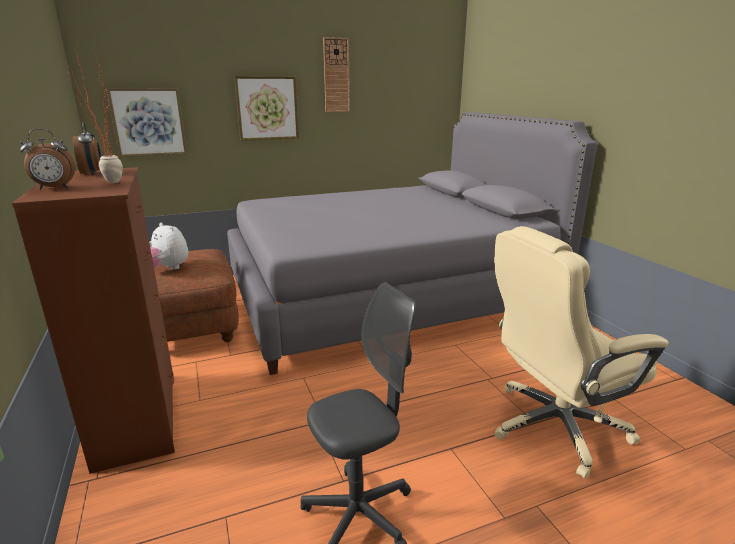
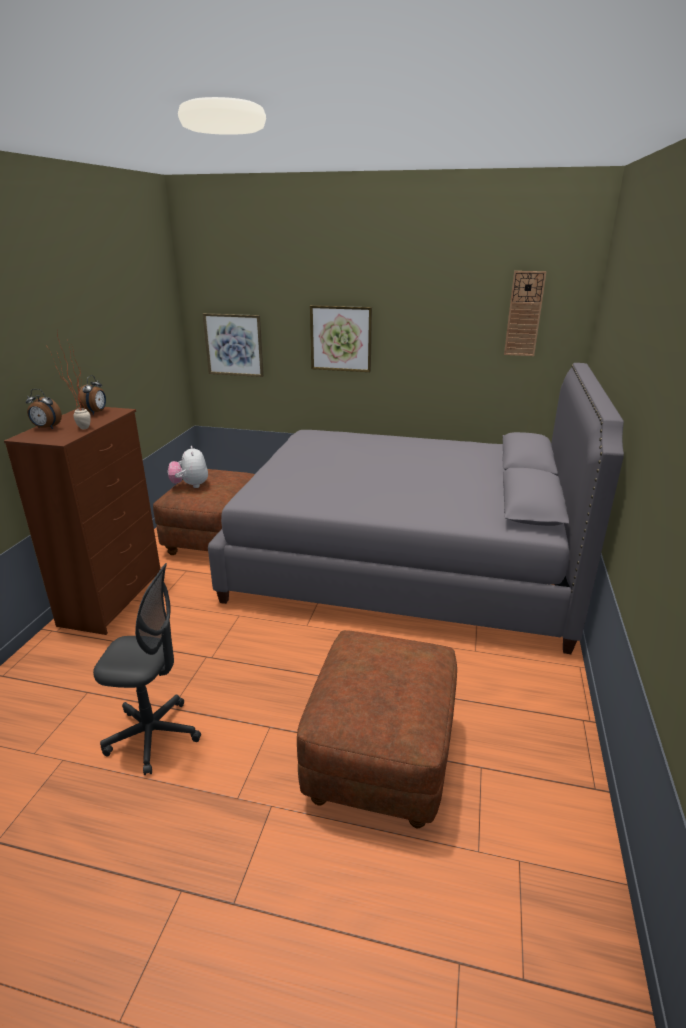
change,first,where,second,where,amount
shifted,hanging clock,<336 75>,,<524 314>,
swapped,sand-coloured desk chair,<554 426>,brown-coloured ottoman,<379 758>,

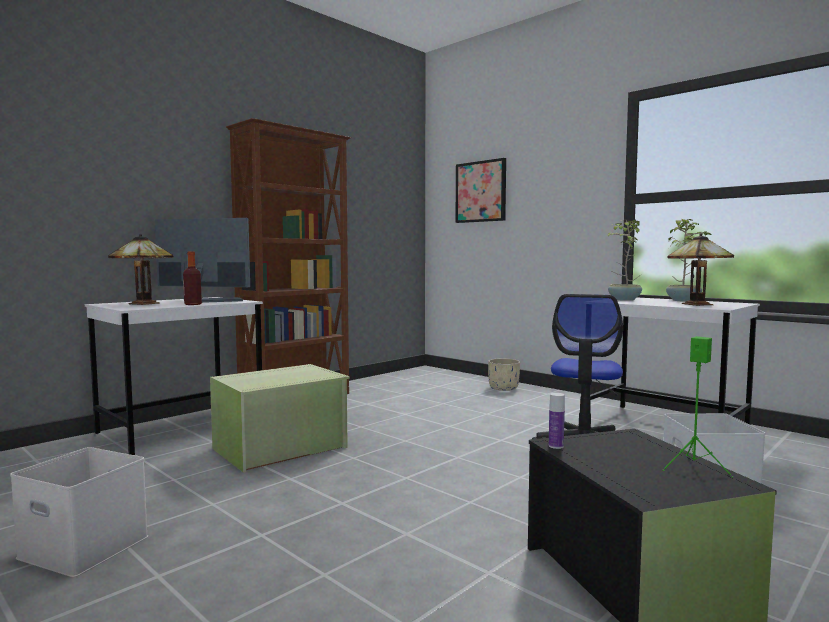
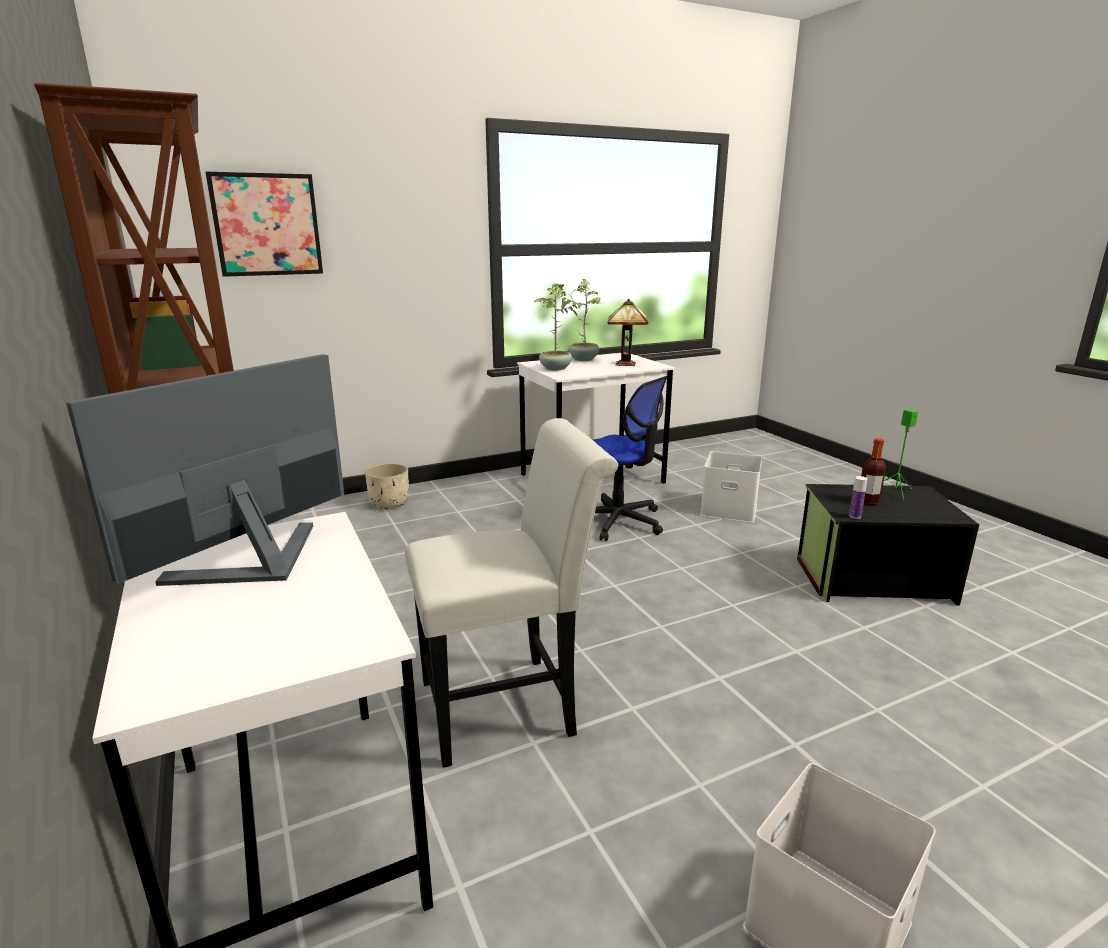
change,first,where,second,where,amount
gone,table lamp,<143 304>,,,
shifted,beverage bottle,<192 304>,,<868 501>,
swapped,green storage container,<282 448>,white plain chair,<509 705>,

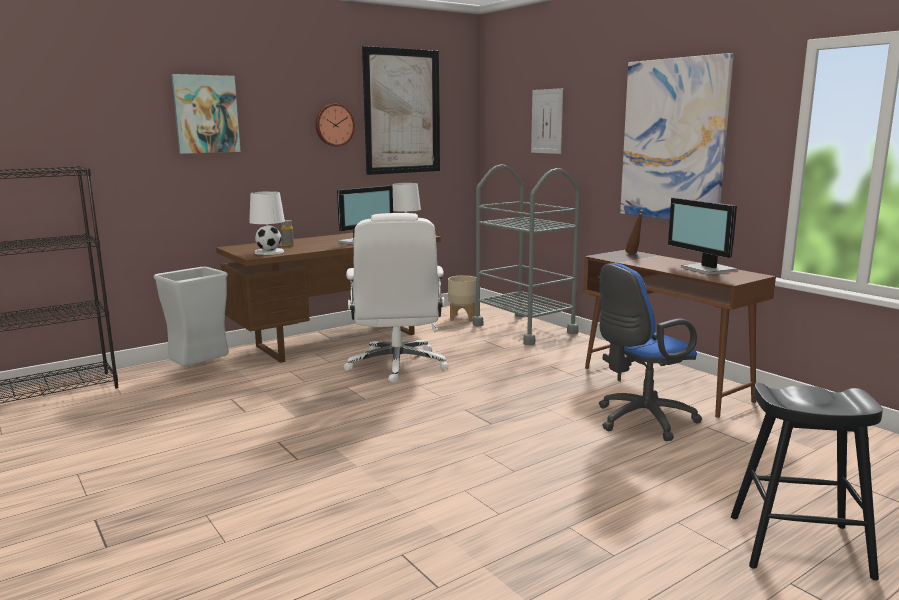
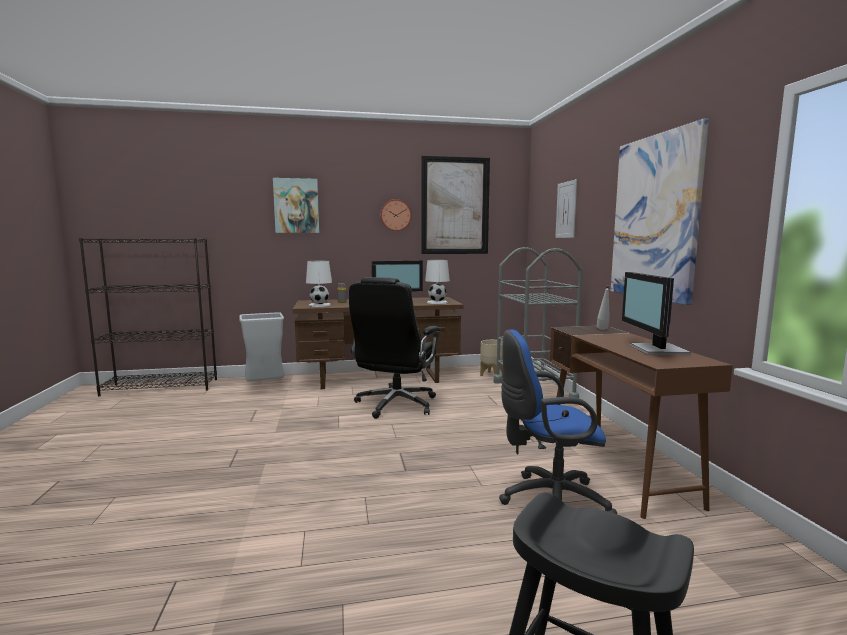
change,first,where,second,where,amount
repainted,white desk chair,<397 365>,black-coloured desk chair,<395 405>,
repainted,brown-coloured beverage bottle,<634 254>,white beverage bottle,<603 329>,

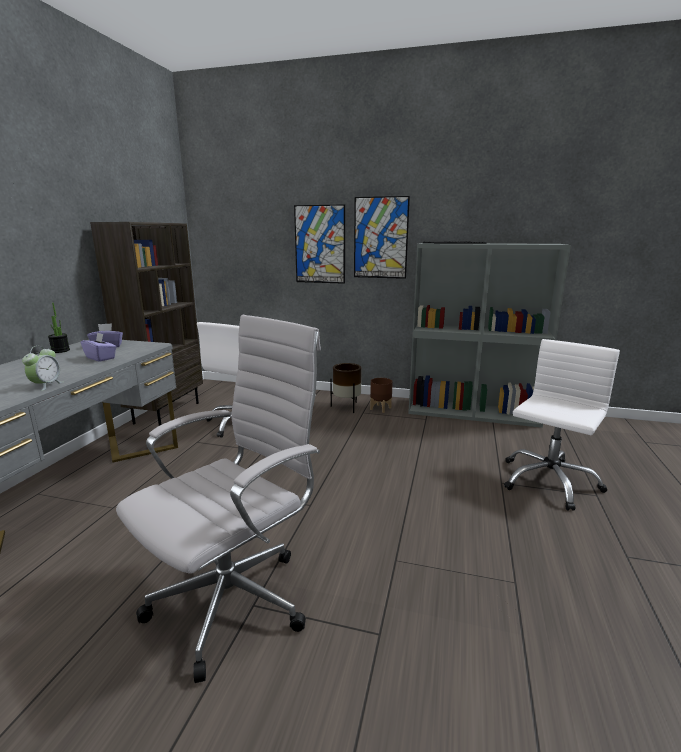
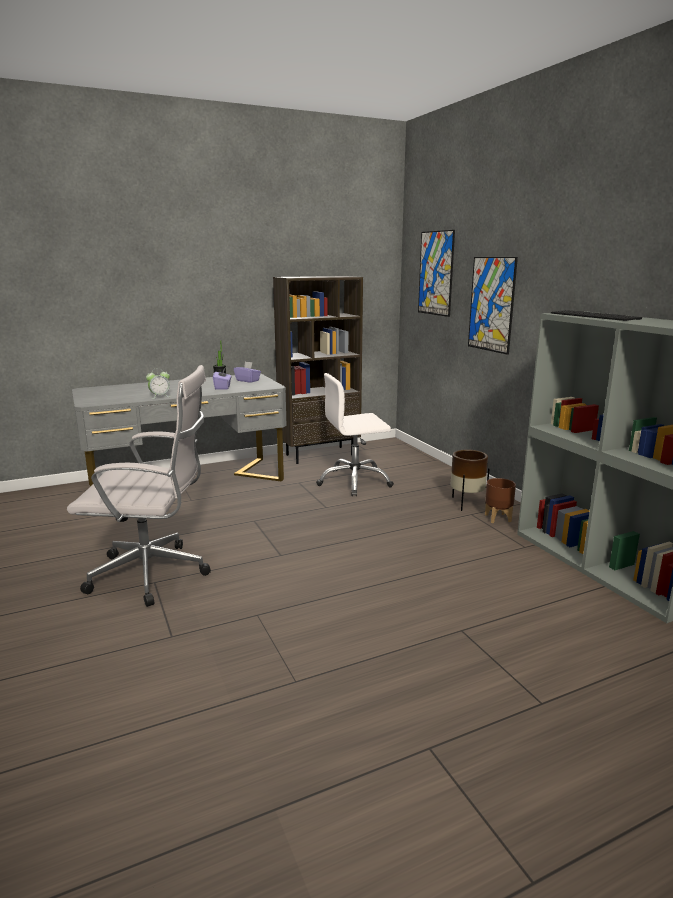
change,first,where,second,where,amount
gone,white desk chair,<548 481>,,,
shifted,picture,<380 238>,,<436 273>,

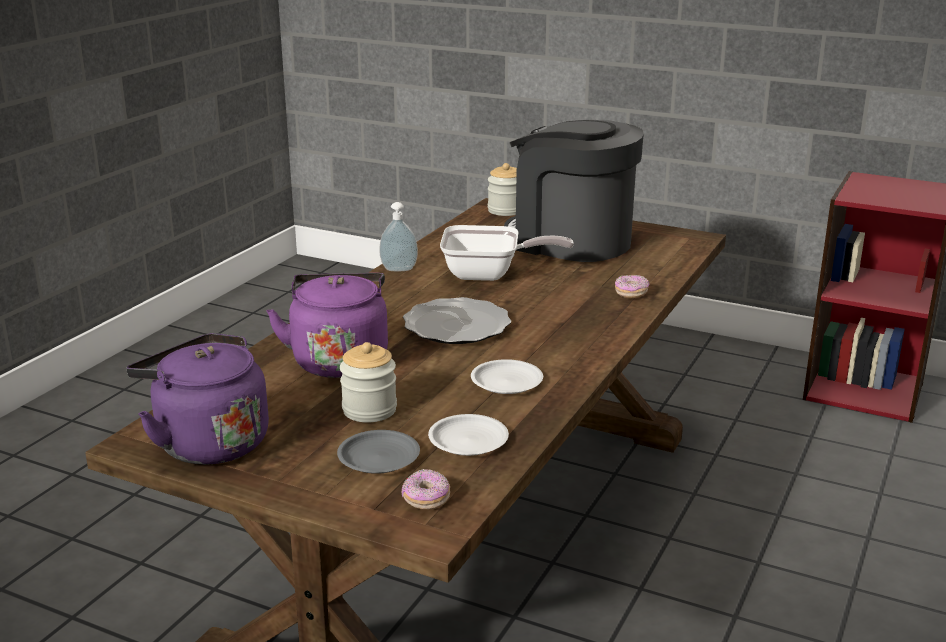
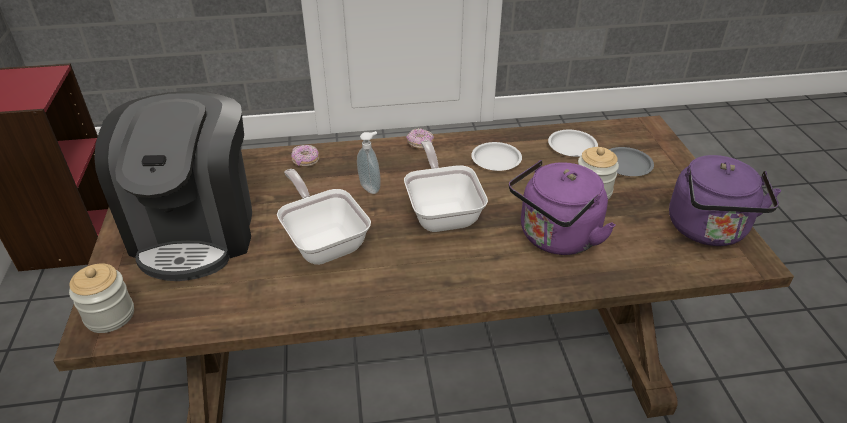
change,first,where,second,where,amount
shifted,soap bottle,<399 270>,,<371 187>,
shifted,ring doughnut,<426 499>,,<420 144>,
swapped,plate,<457 326>,pan,<442 212>,

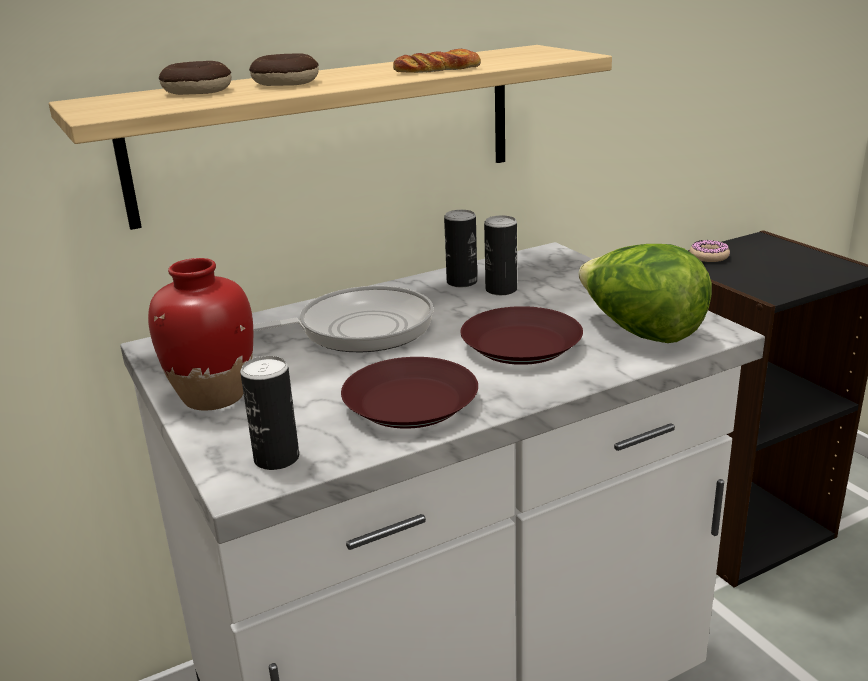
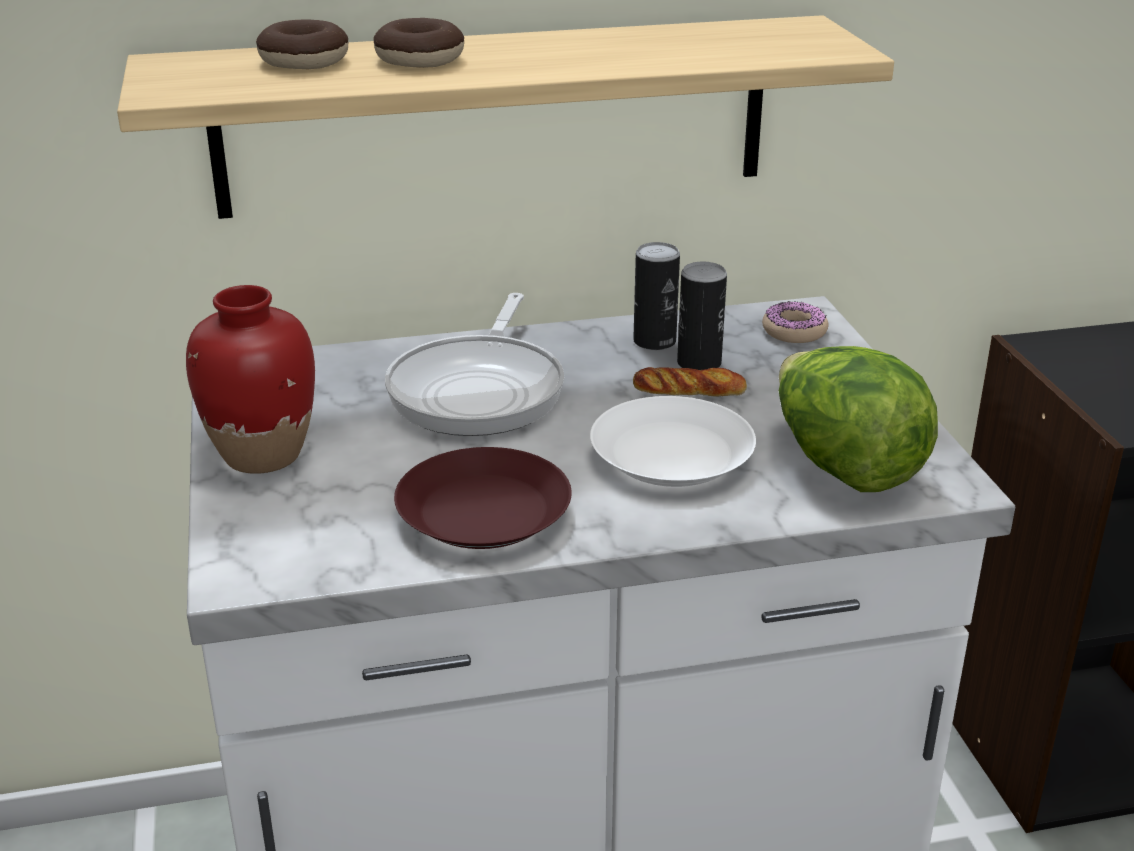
change,first,where,second,where,amount
gone,can,<276 458>,,,
shifted,bread,<437 70>,,<689 390>,
shifted,ring doughnut,<709 256>,,<794 331>,
repainted,brown-coloured plate,<521 346>,white plate,<671 456>,
rotated,pan,<357 329>,,<480 390>,105 degrees clockwise

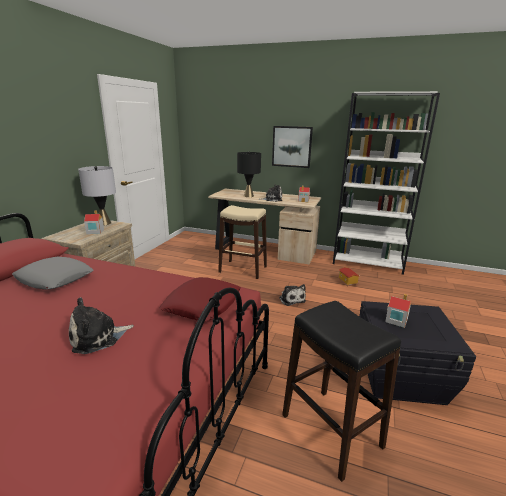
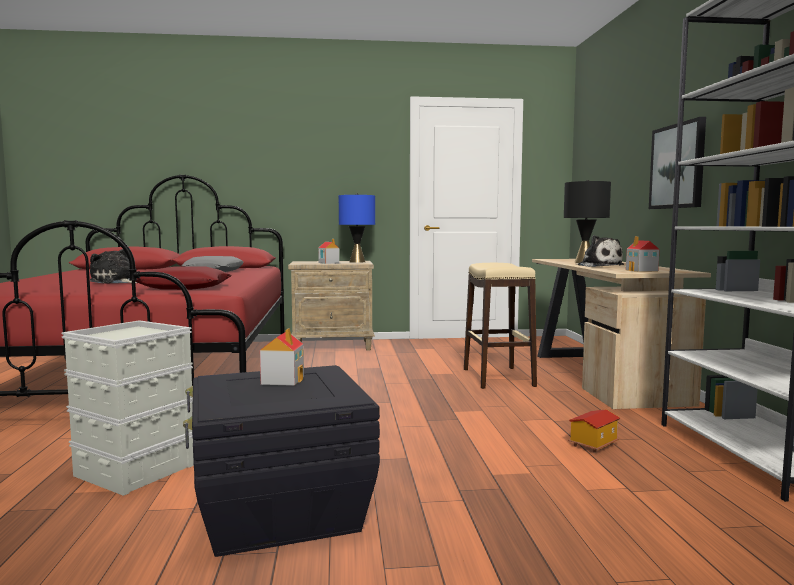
change,first,where,second,where,amount
gone,soft toy,<291 299>,,,
swapped,black-coloured stool seat,<330 430>,gray storage container,<135 469>,
repainted,gray table lamp,<104 223>,blue table lamp,<357 262>,

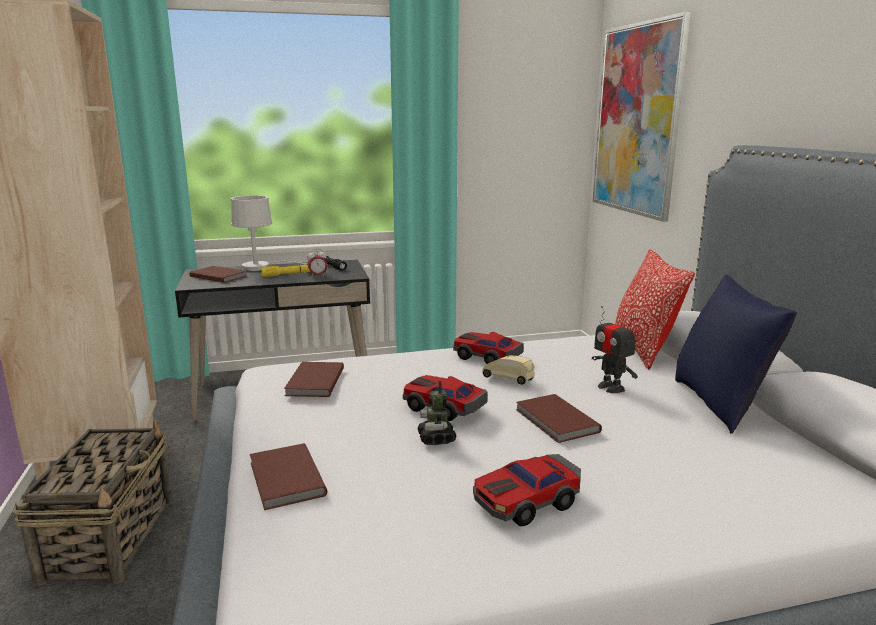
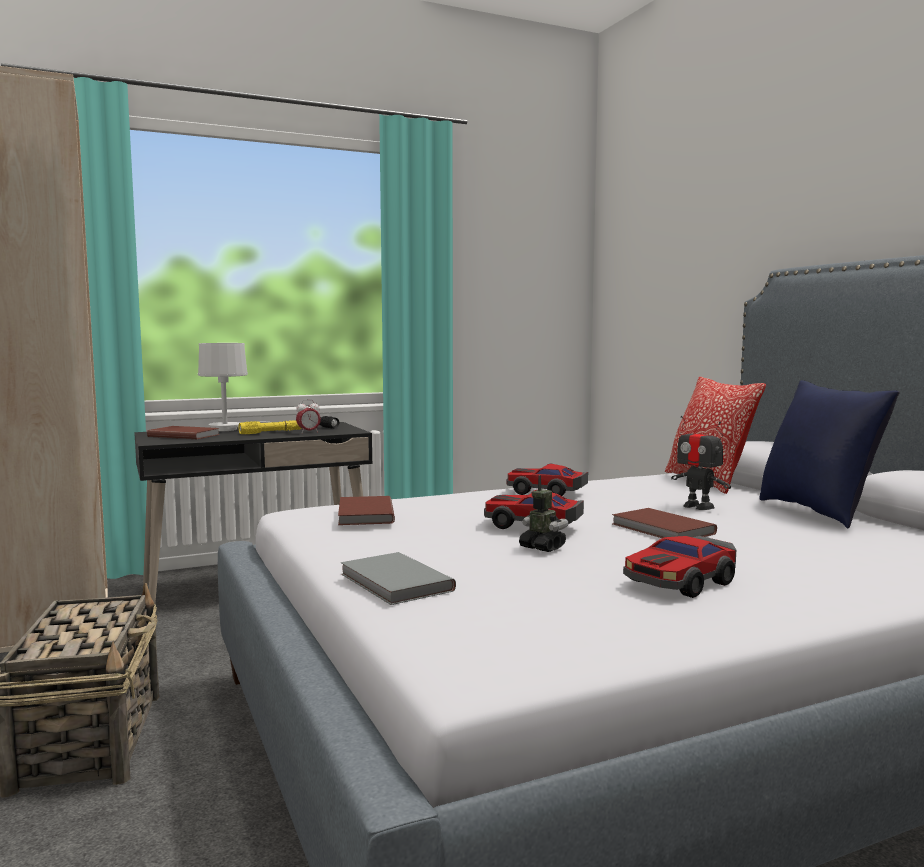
change,first,where,second,where,amount
gone,sand-coloured model car,<508 379>,,,
gone,picture,<636 120>,,,
repainted,brown-coloured volume,<284 480>,gray volume,<394 583>,
rotated,toy robot,<436 439>,,<542 547>,150 degrees clockwise

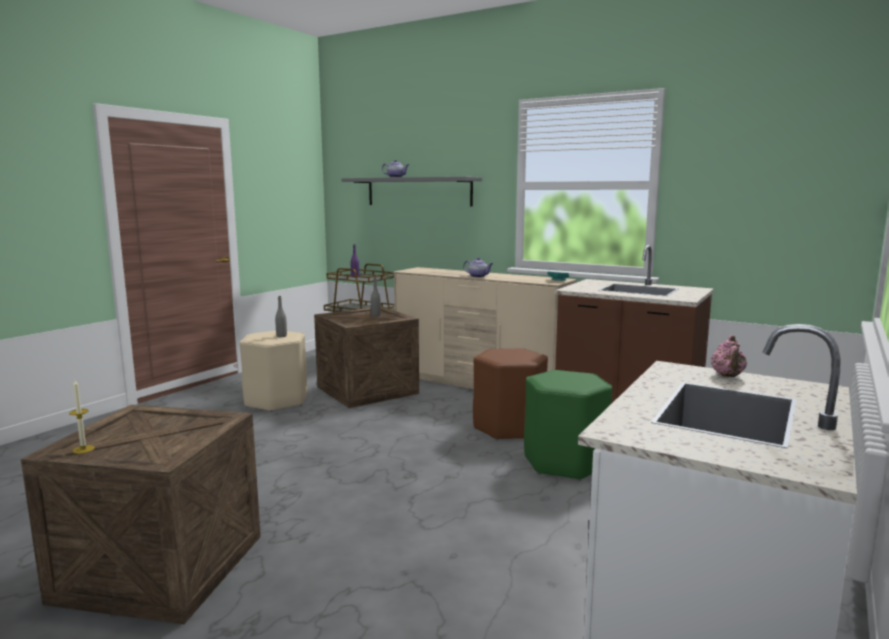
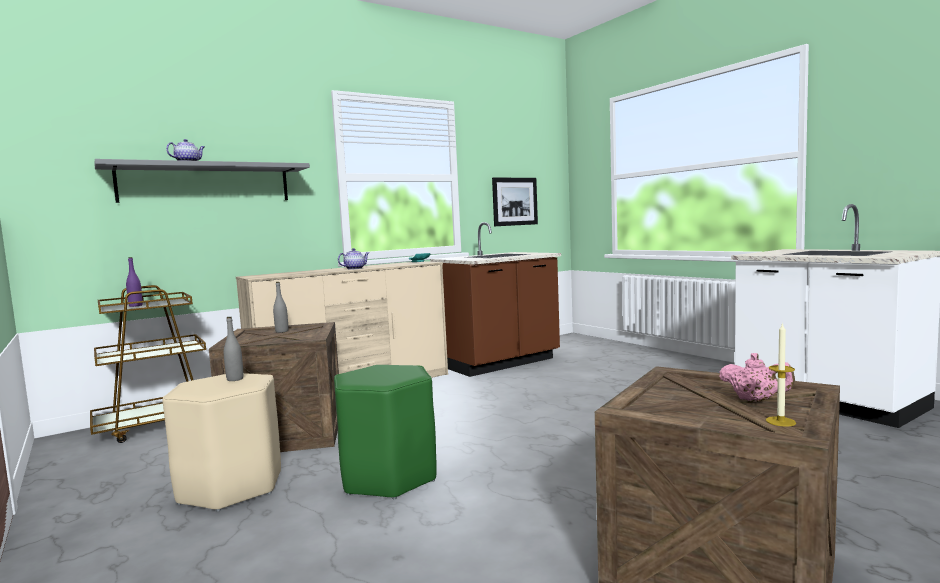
change,first,where,second,where,amount
gone,brown-coloured stool seat,<509 428>,,,
new,,,picture,<515 201>,
shifted,green stool seat,<565 462>,,<389 477>,
shifted,pink teapot,<727 376>,,<755 400>,

